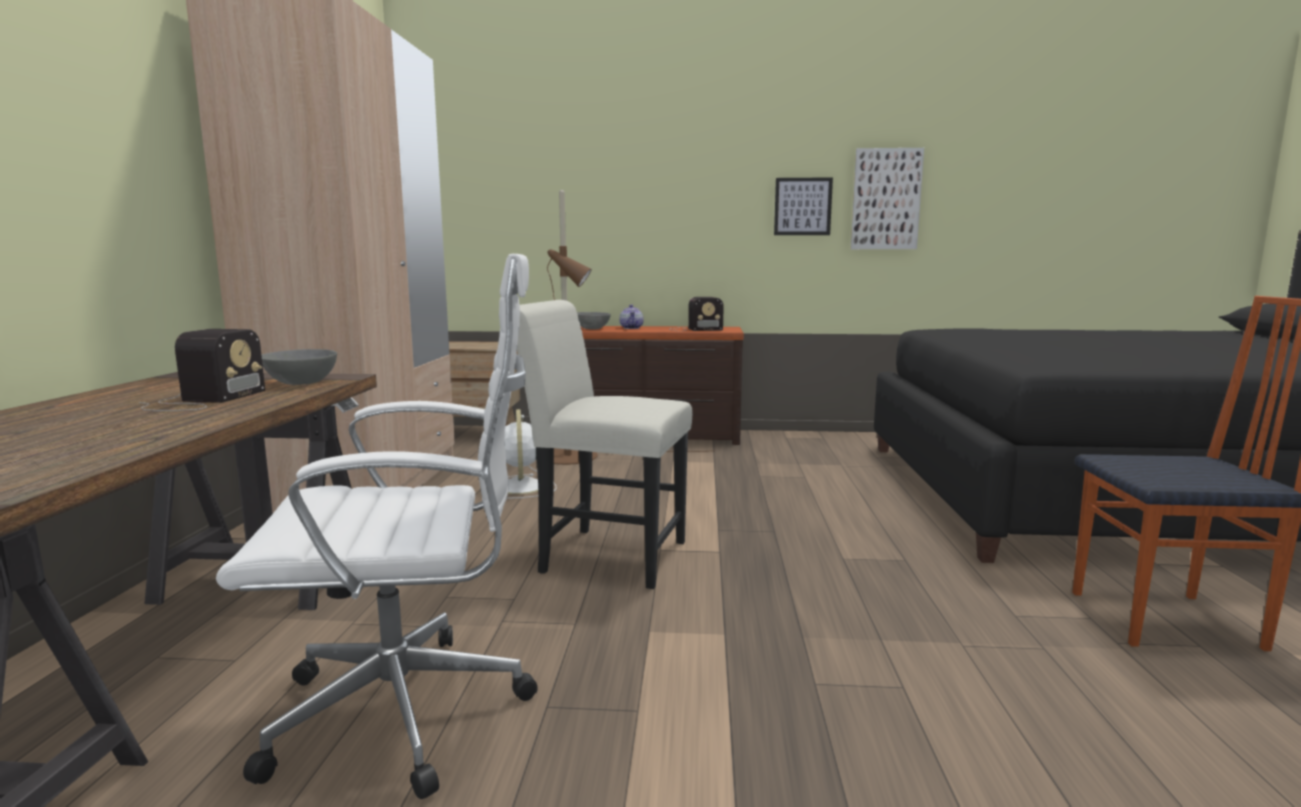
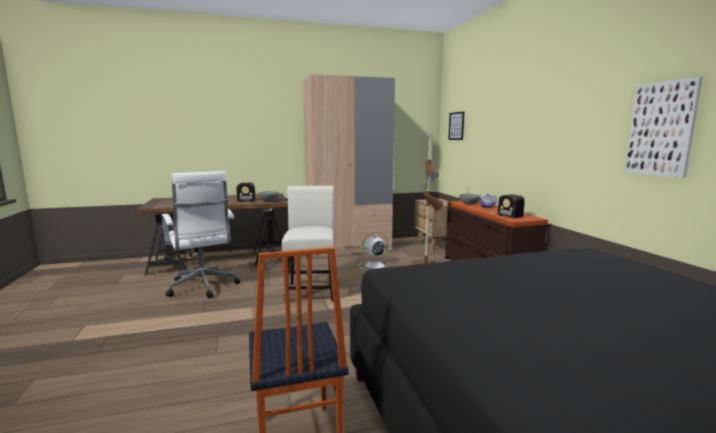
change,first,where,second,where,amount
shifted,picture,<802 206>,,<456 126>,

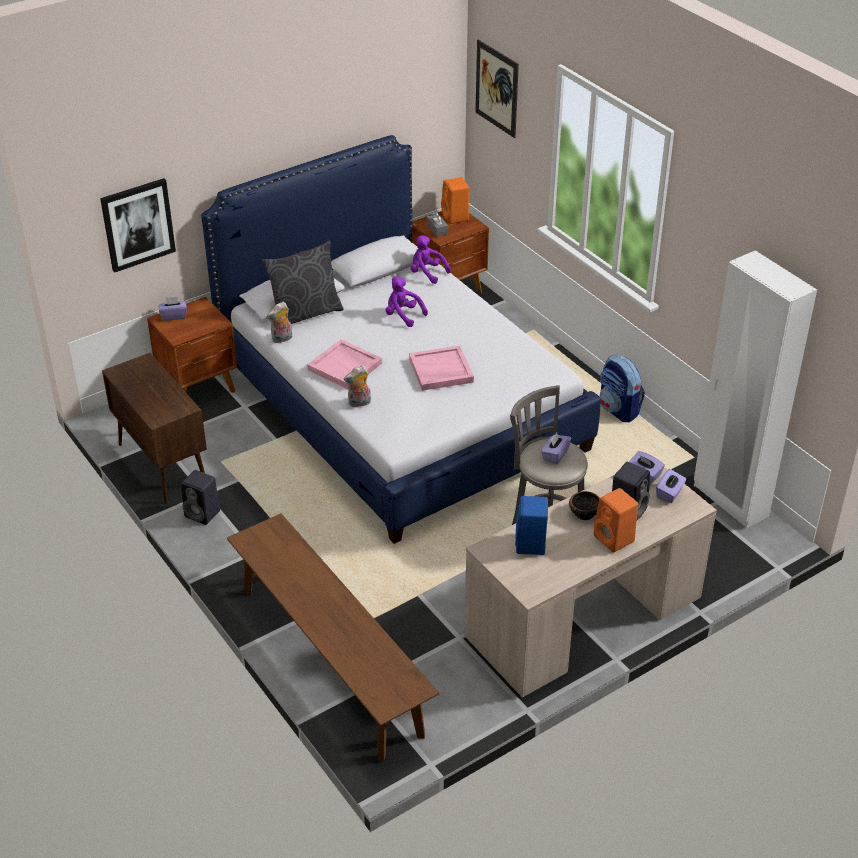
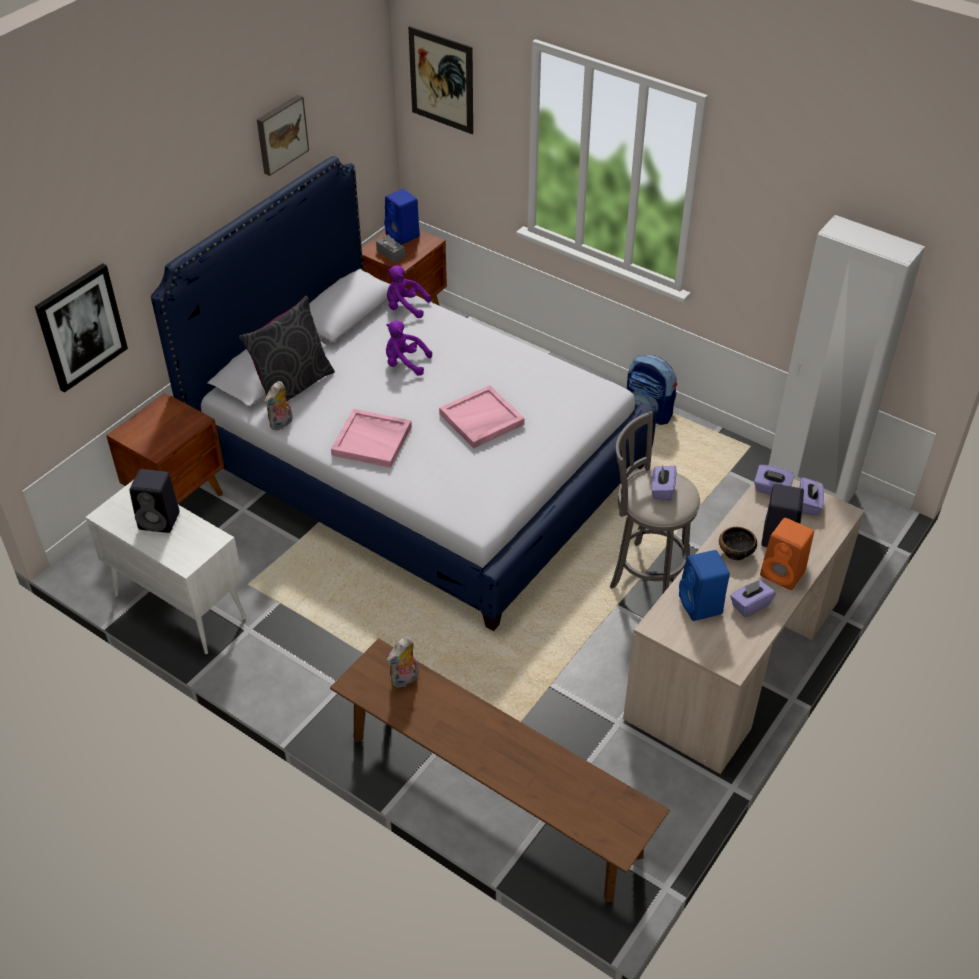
change,first,where,second,where,amount
new,,,picture,<280 134>,
shifted,purple tissue box,<174 316>,,<750 605>,
shifted,black-coloured audio speaker,<203 514>,,<161 520>,
shifted,soft toy,<359 403>,,<405 679>,
repainted,brown-coloured cupboard,<162 464>,white cupboard,<179 606>,
repainted,orange-coloured audio speaker,<455 217>,blue audio speaker,<403 236>,

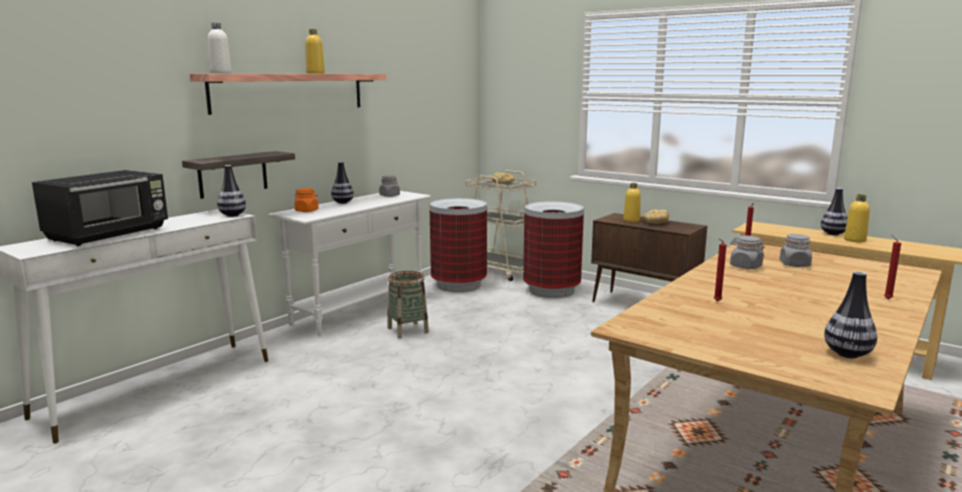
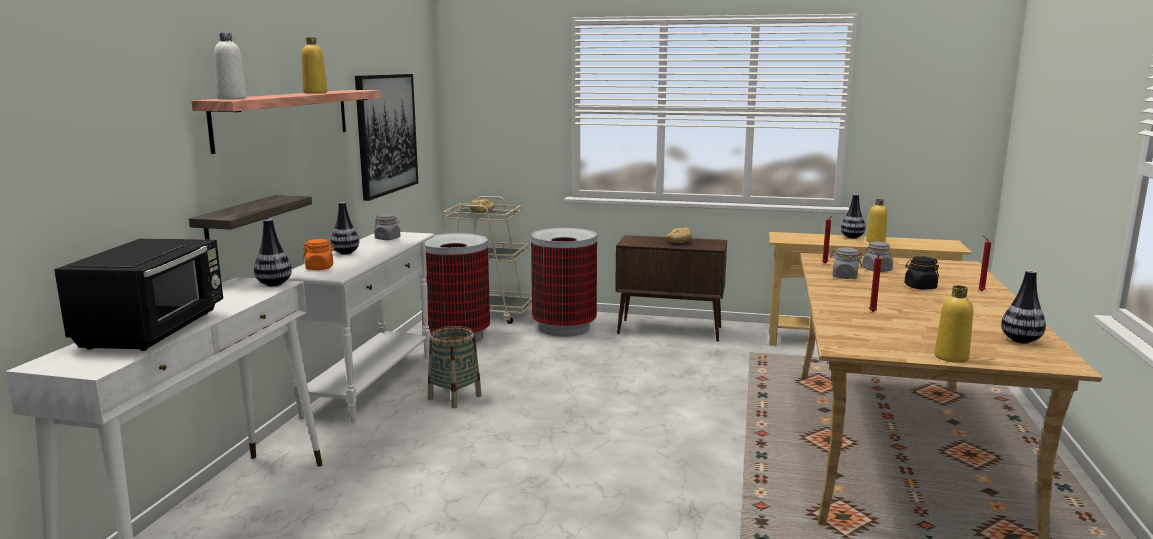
change,first,where,second,where,amount
new,,,picture,<386 134>,
new,,,black-coloured storage jar,<920 287>,
shifted,yellow beverage bottle,<631 220>,,<951 357>,

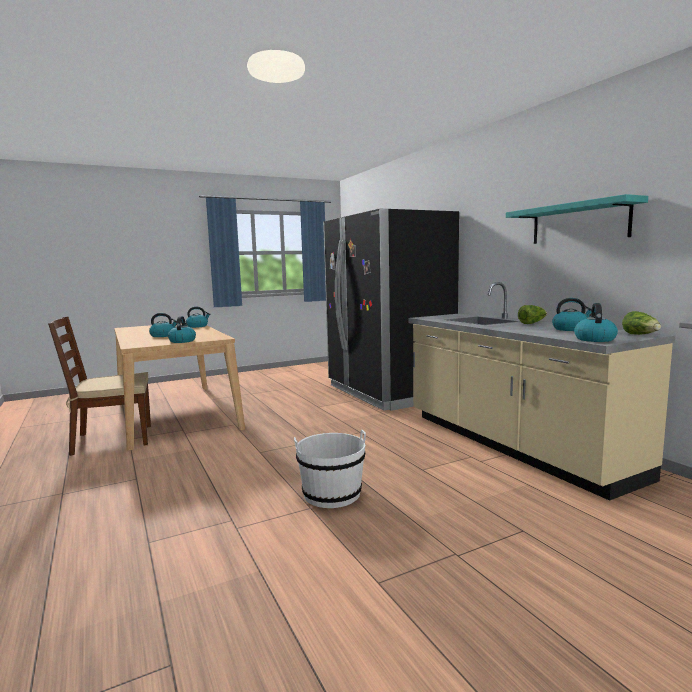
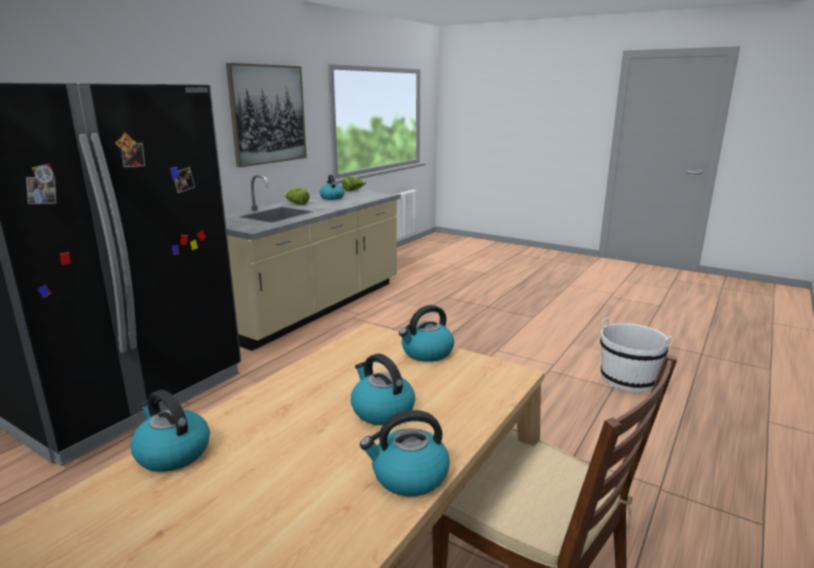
change,first,where,second,where,amount
shifted,white pail,<332 494>,,<628 379>,
shifted,water kettle,<594 339>,,<408 476>,
swapped,turquoise-coloured shelf,<578 223>,picture,<268 114>,

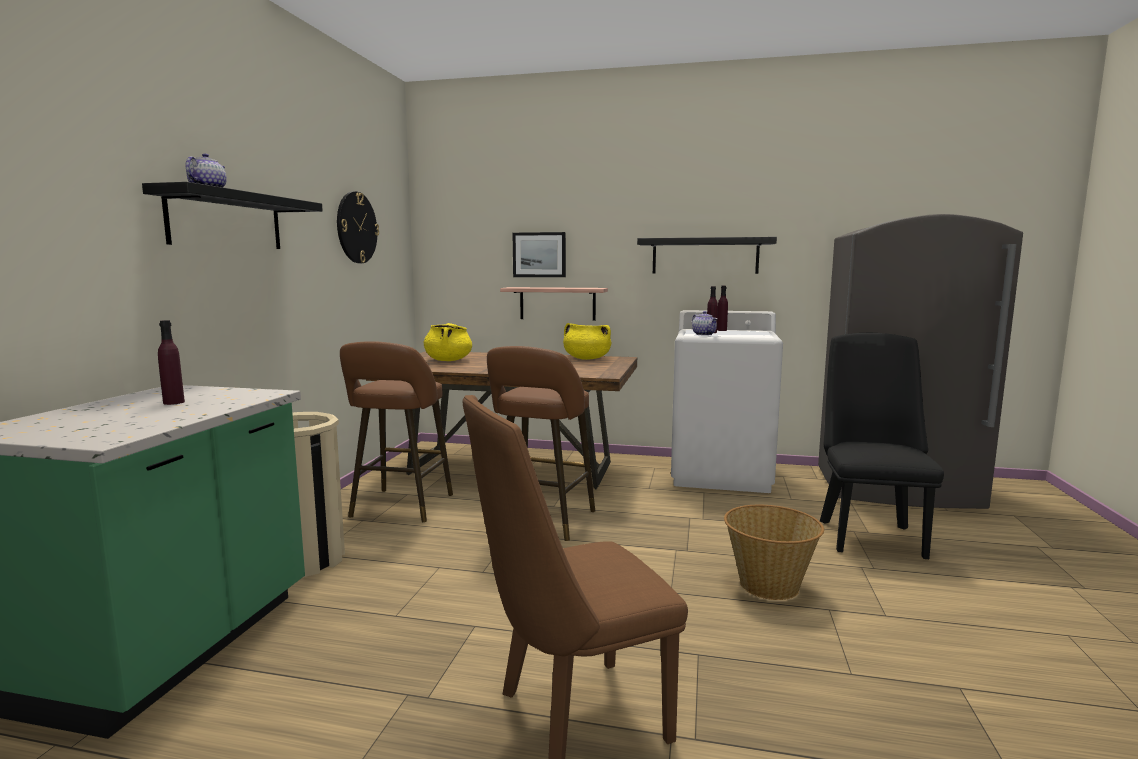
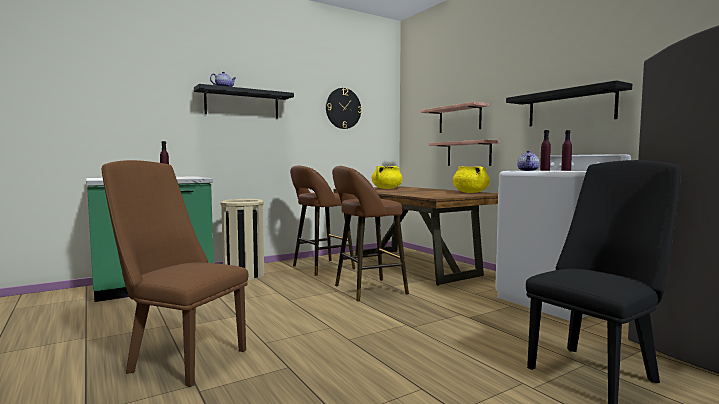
change,first,where,second,where,amount
gone,basket,<769 584>,,,
swapped,picture,<539 255>,shelf,<459 119>,

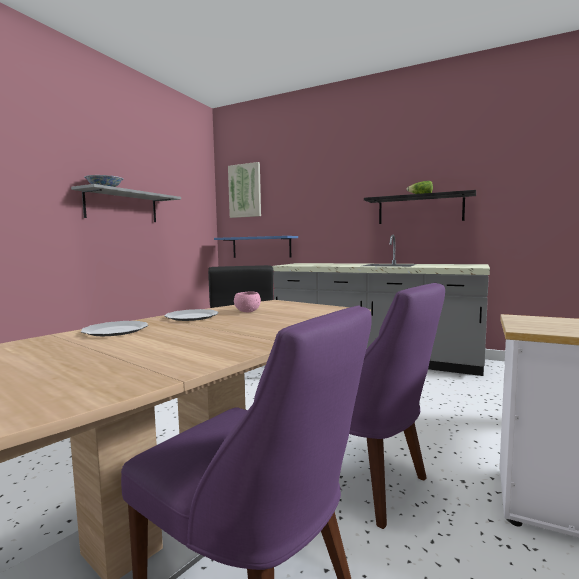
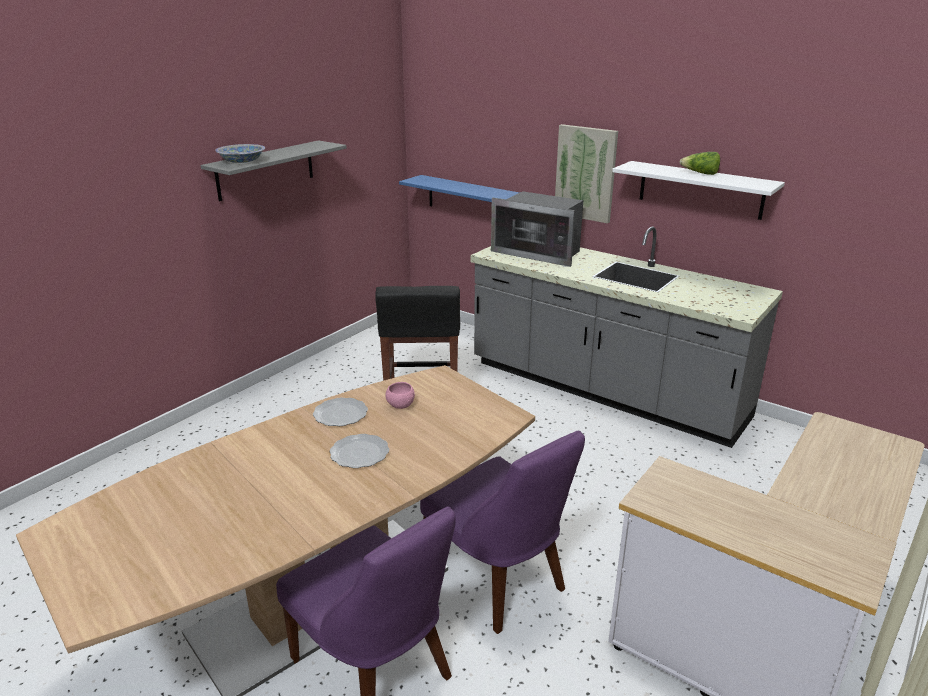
change,first,where,second,where,amount
new,,,microwave,<539 252>,
shifted,plate,<115 331>,,<359 453>,
shifted,picture,<245 190>,,<586 173>,
repainted,black-coloured shelf,<420 209>,white shelf,<700 190>,

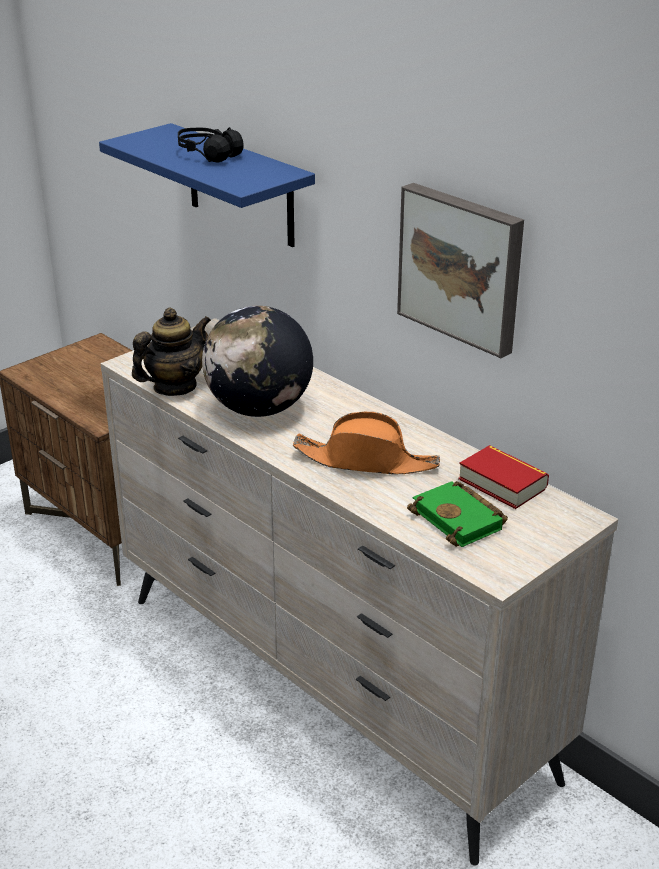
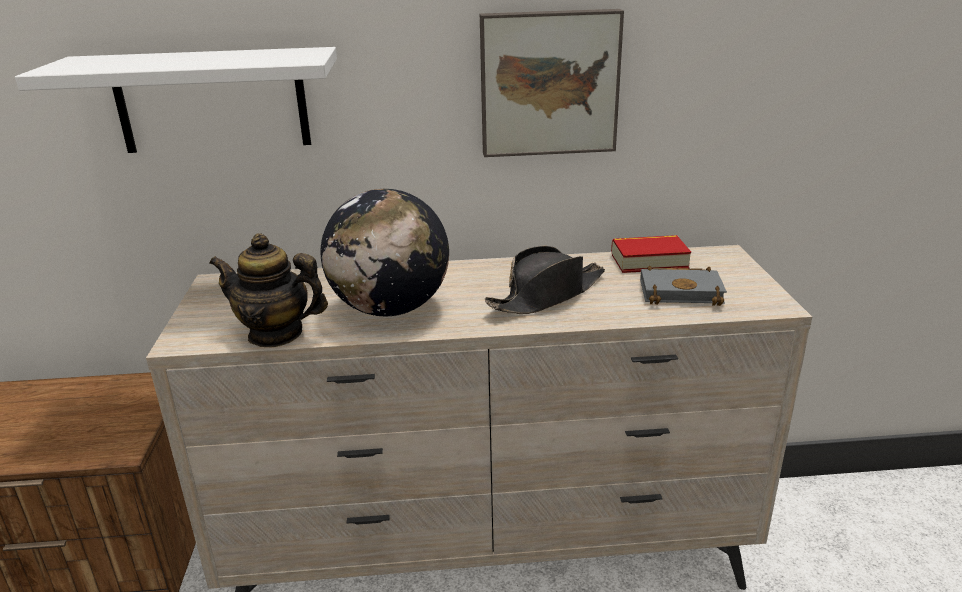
change,first,where,second,where,amount
gone,black-coloured pair of headphones,<208 154>,,,
repainted,blue shelf,<240 186>,white shelf,<212 101>,
repainted,orange-coloured hat,<366 461>,black-coloured hat,<547 295>,
repainted,green volume,<460 520>,gray volume,<682 291>,
rotated,teapot,<174 387>,,<276 334>,75 degrees counterclockwise

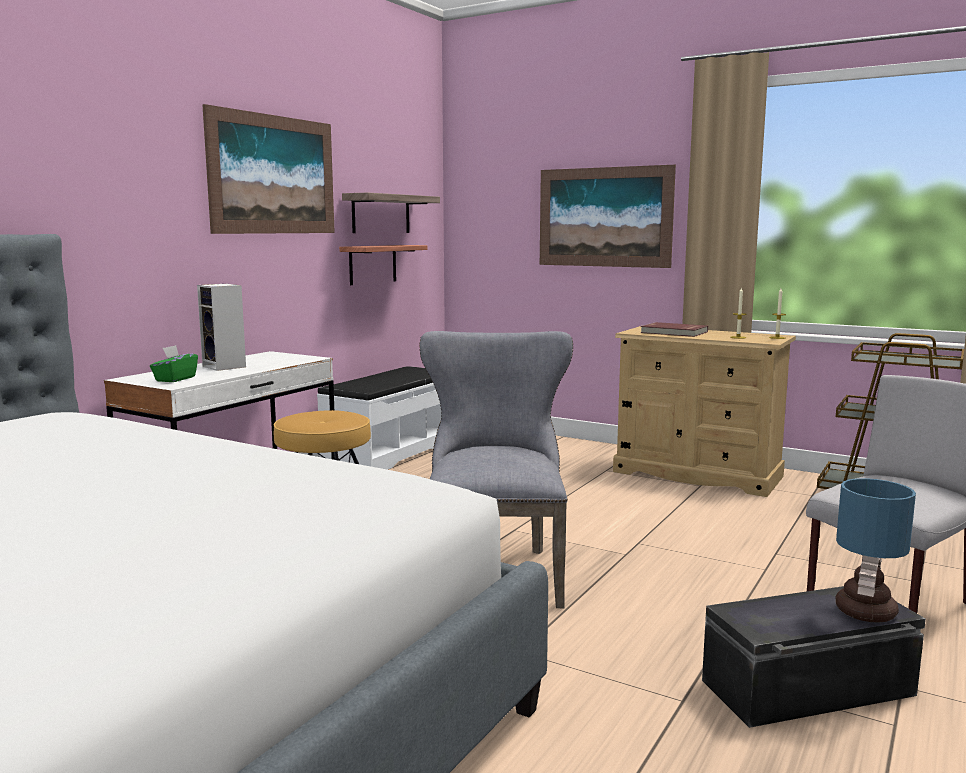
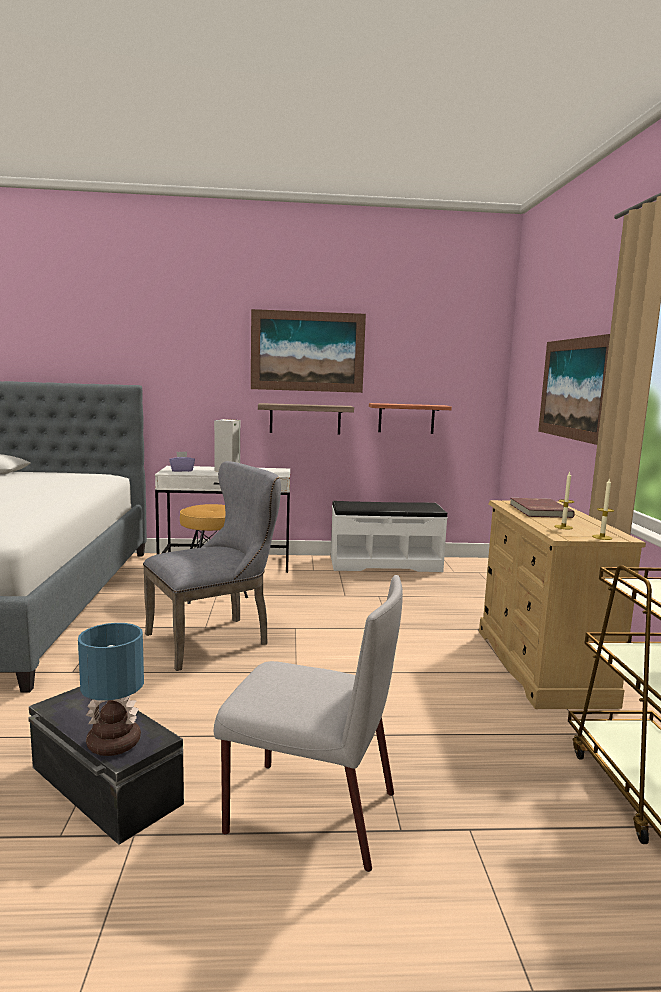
change,first,where,second,where,amount
shifted,shelf,<381 214>,,<305 419>,
repainted,green tissue box,<175 379>,purple tissue box,<182 470>,

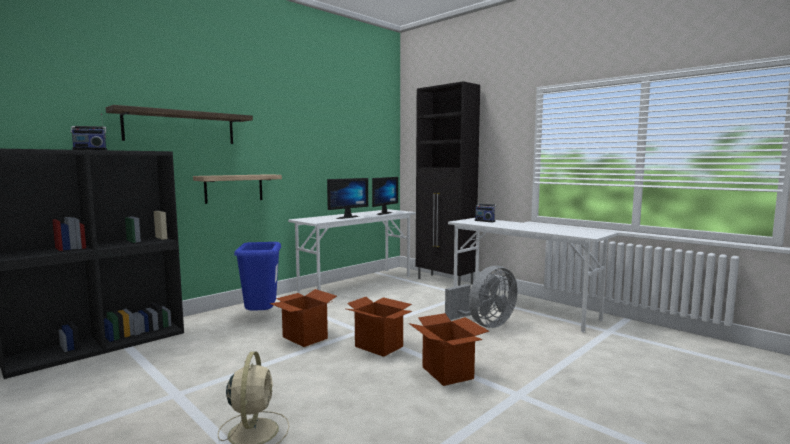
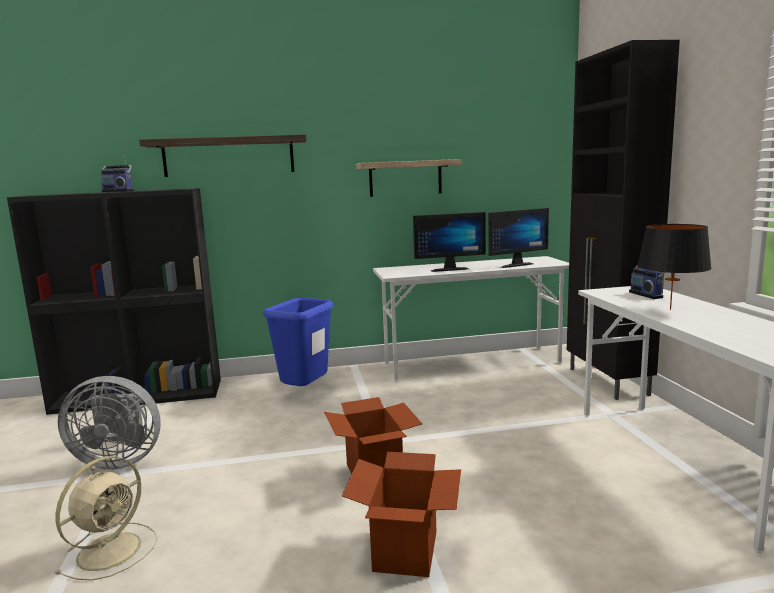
change,first,where,second,where,amount
gone,carton,<304 338>,,,
new,,,black-coloured table lamp,<670 309>,
shifted,shelf,<234 188>,,<405 178>,
shifted,gray electric fan,<485 324>,,<118 460>,

